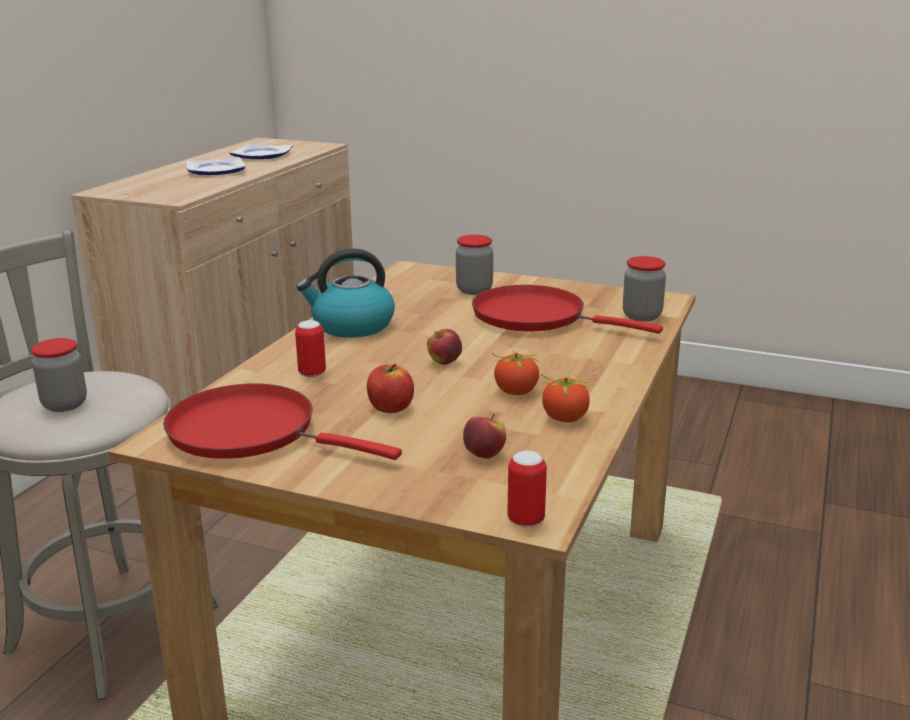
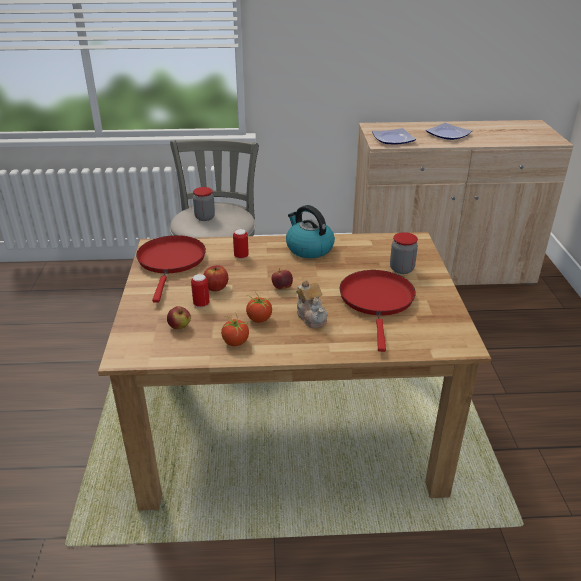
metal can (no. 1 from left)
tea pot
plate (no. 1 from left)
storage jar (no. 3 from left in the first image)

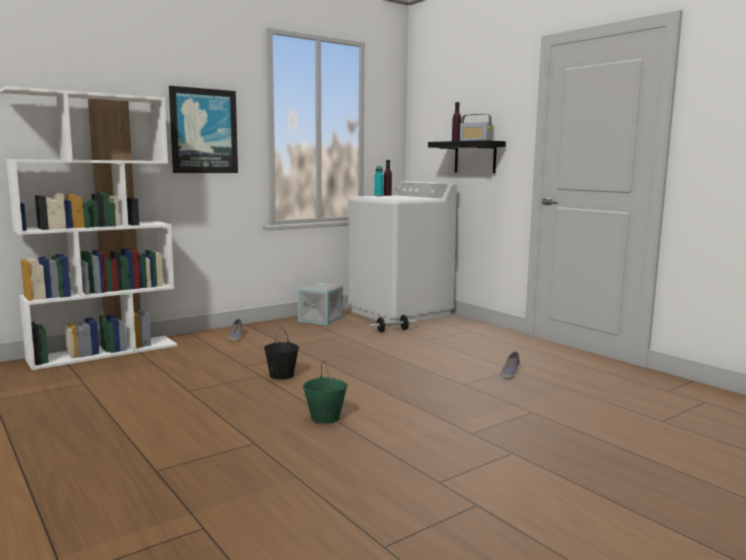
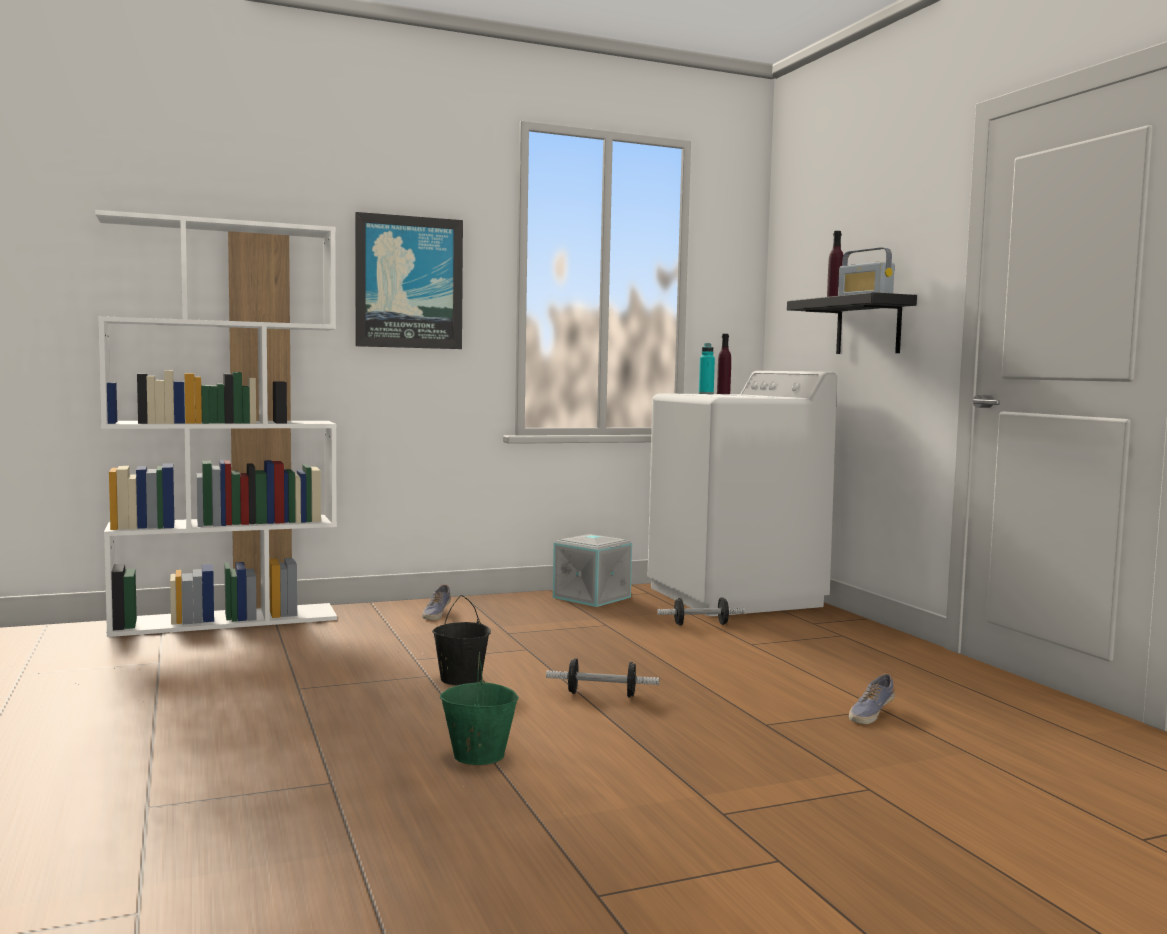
free weight (no. 1 from left)

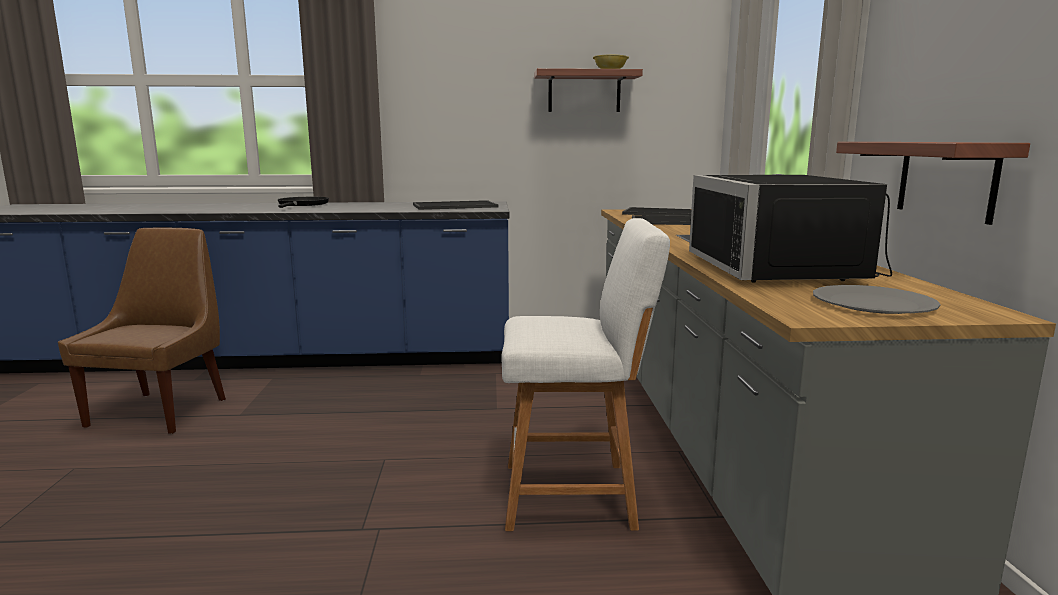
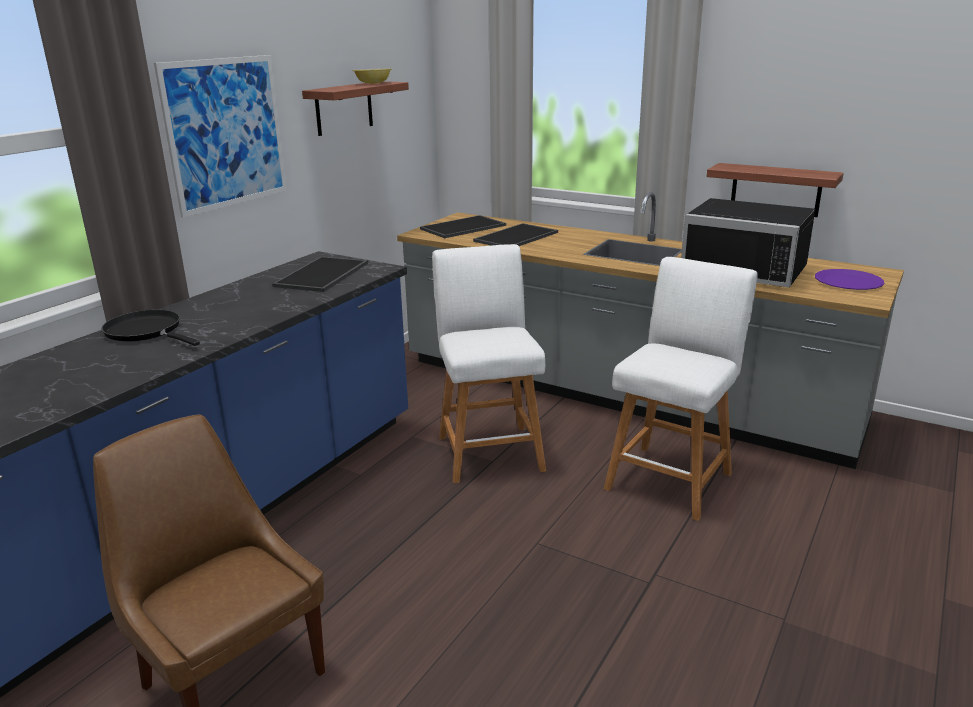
wall art
white-coloured sitting stool (no. 1 from left)
purplish plate

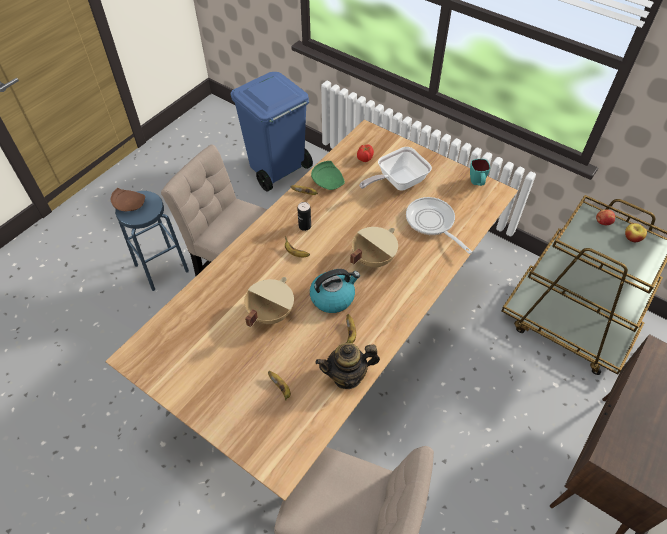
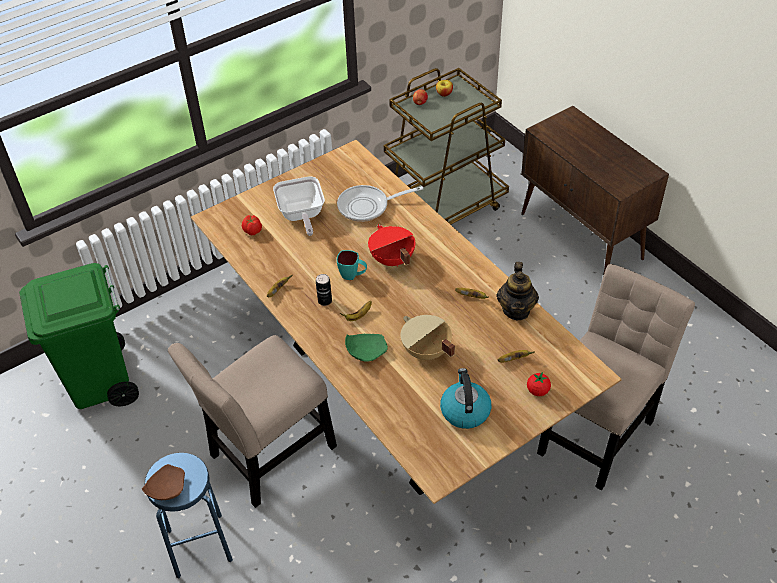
green-coloured waste bin
turquoise mug
green-coloured plate
red saucepot
kettle
whole tomato (no. 2 from left)

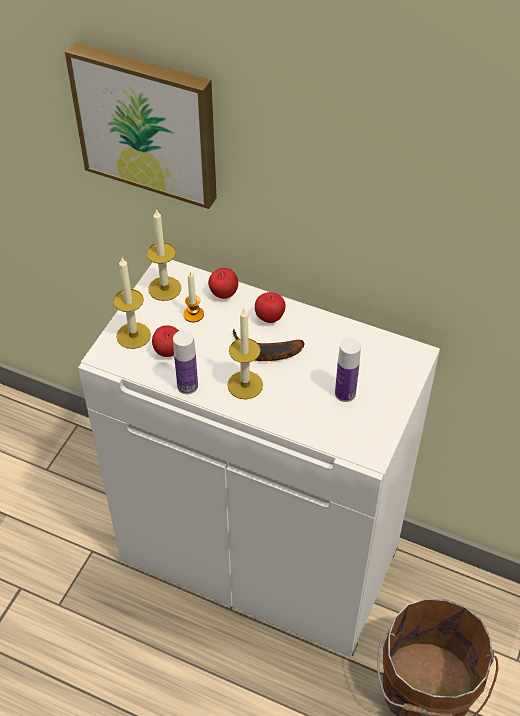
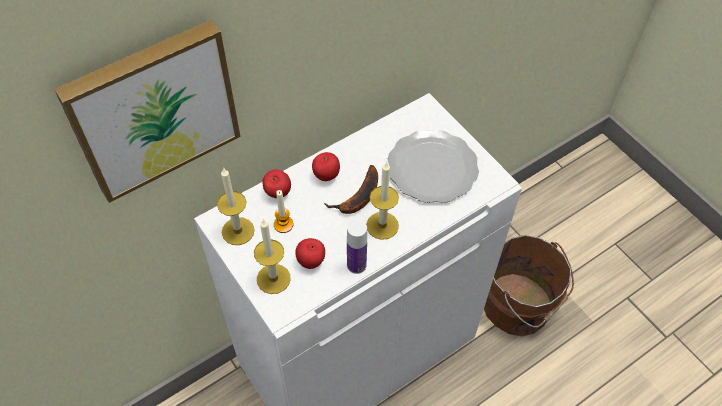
plate

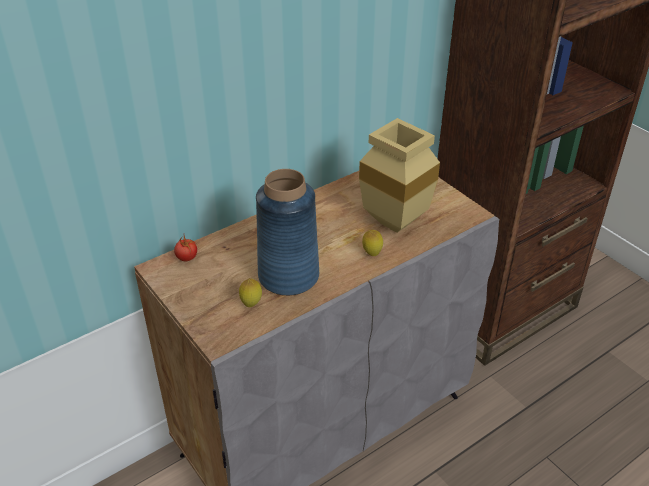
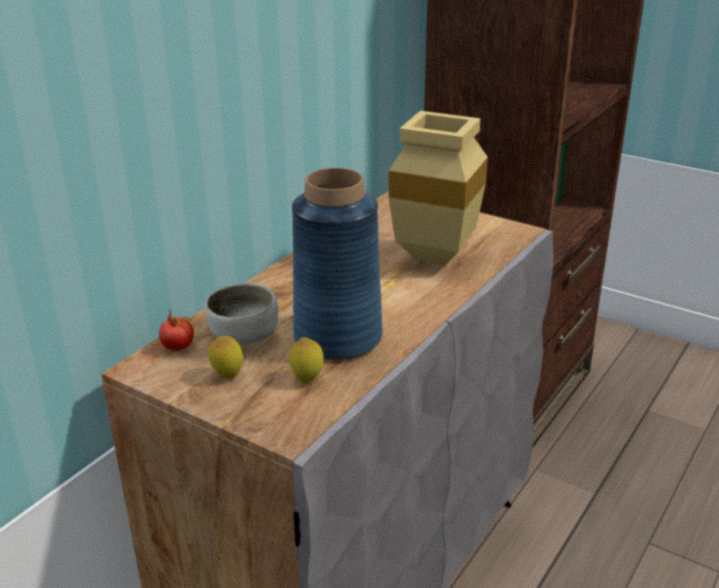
deep dish
whole lemon (no. 1 from left)

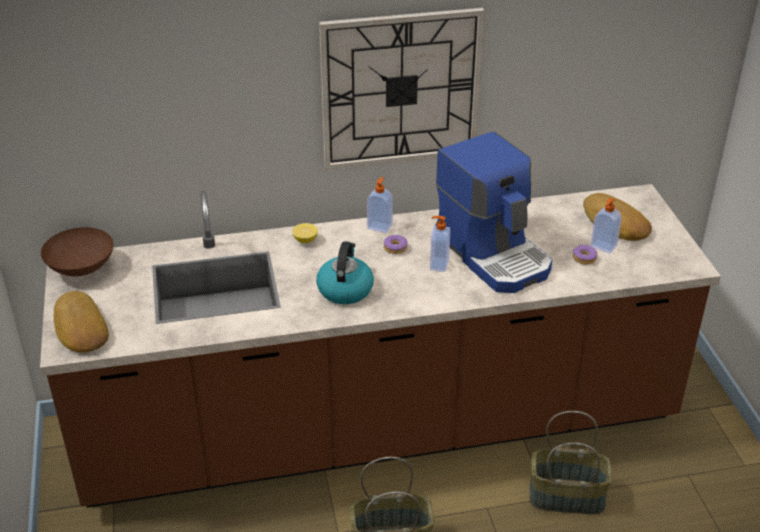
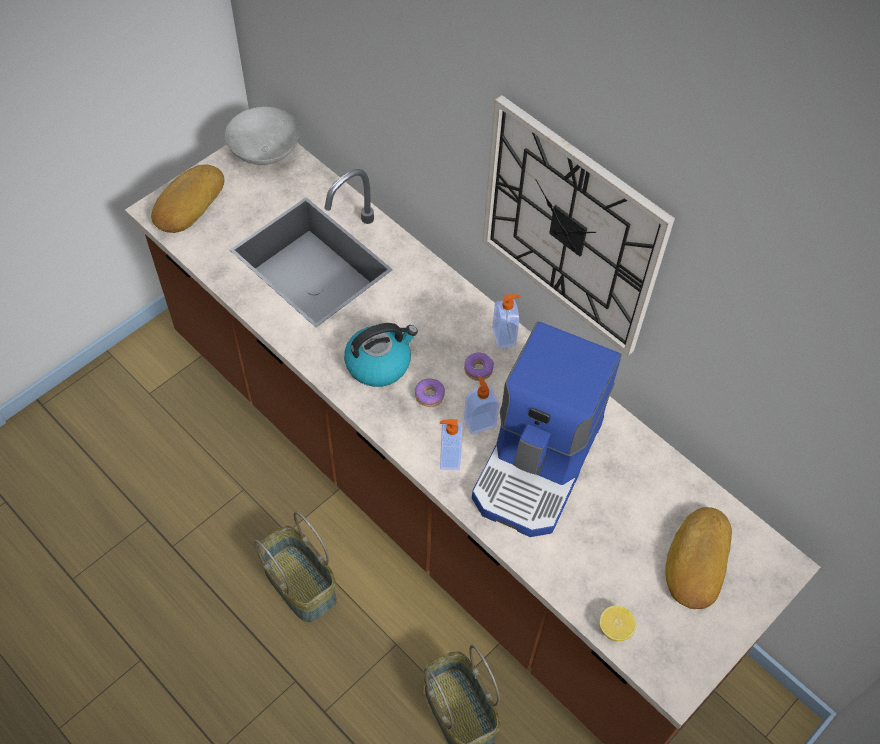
greyish deep dish
doughnut (no. 1 from left)
soap dispenser (no. 1 from left)
whole lemon

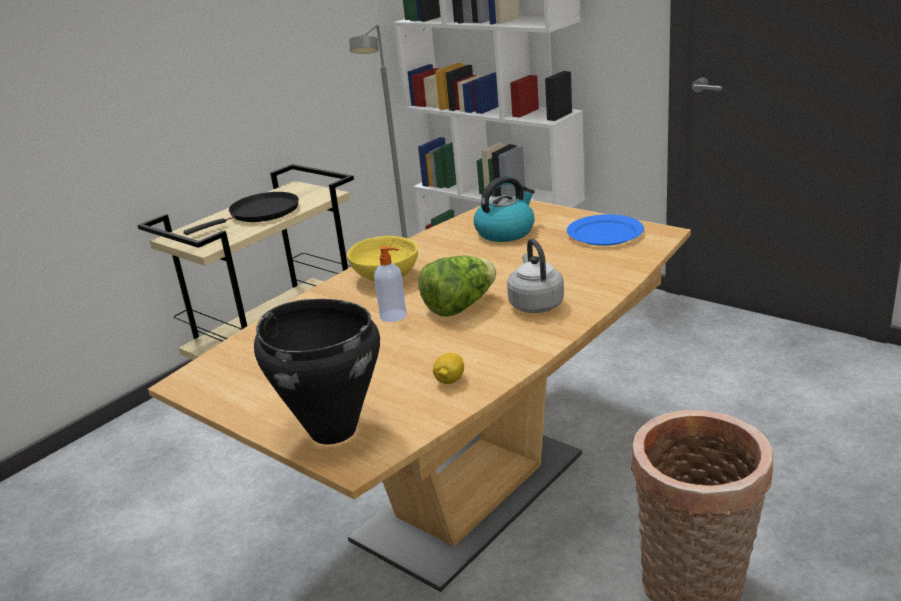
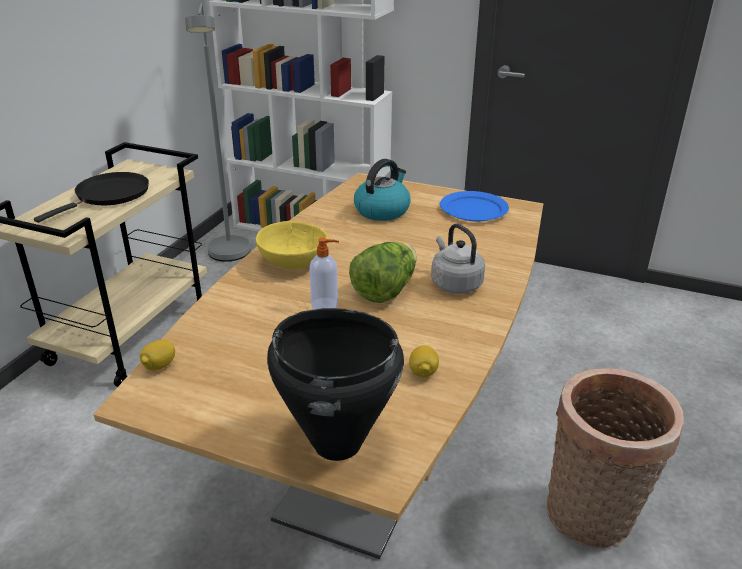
whole lemon (no. 1 from left)

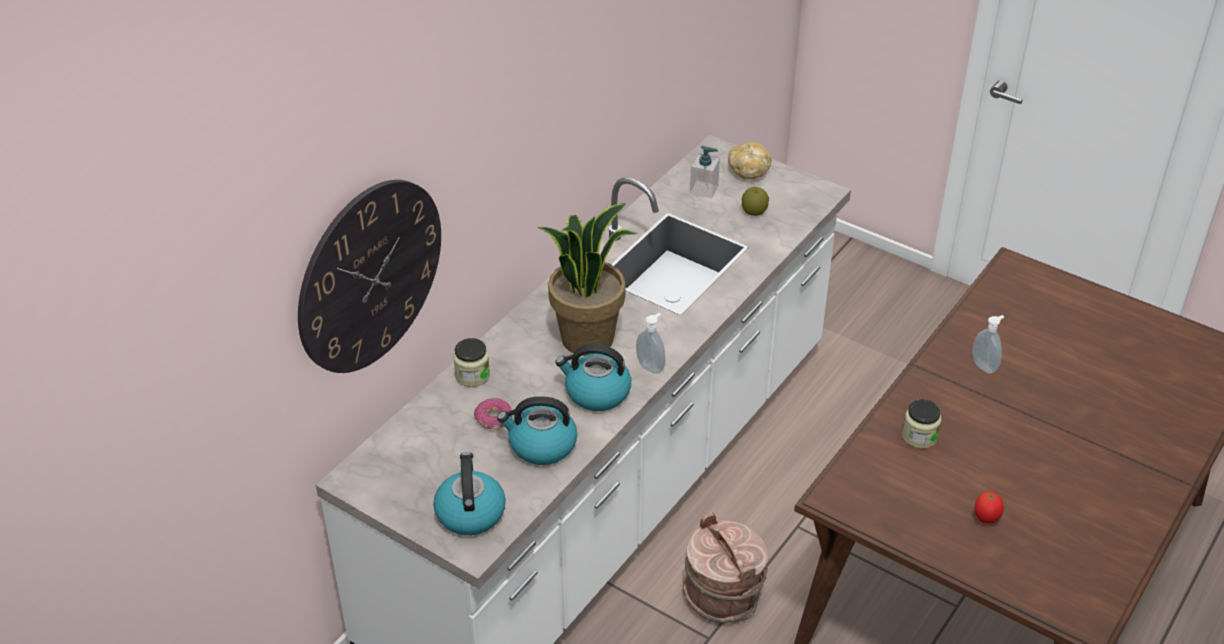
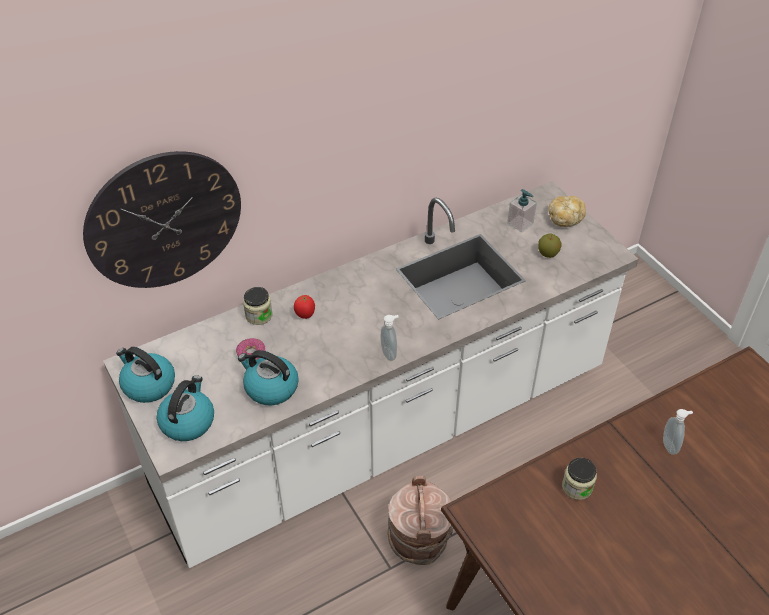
kettle (no. 1 from left)
whole tomato
plant in a pot

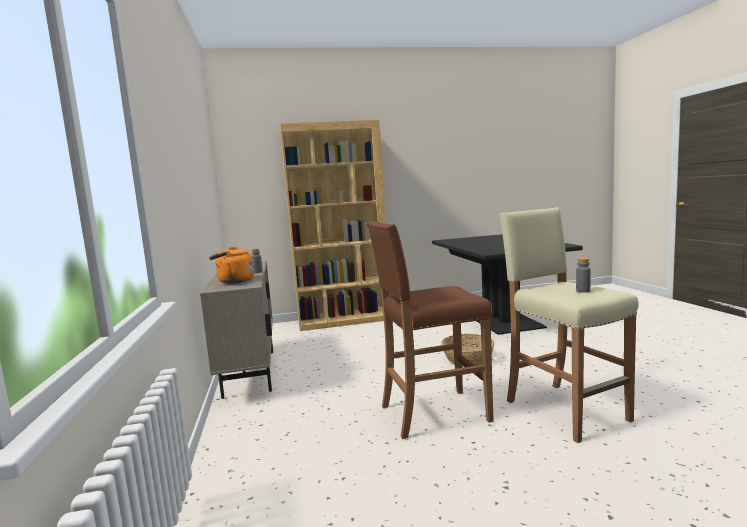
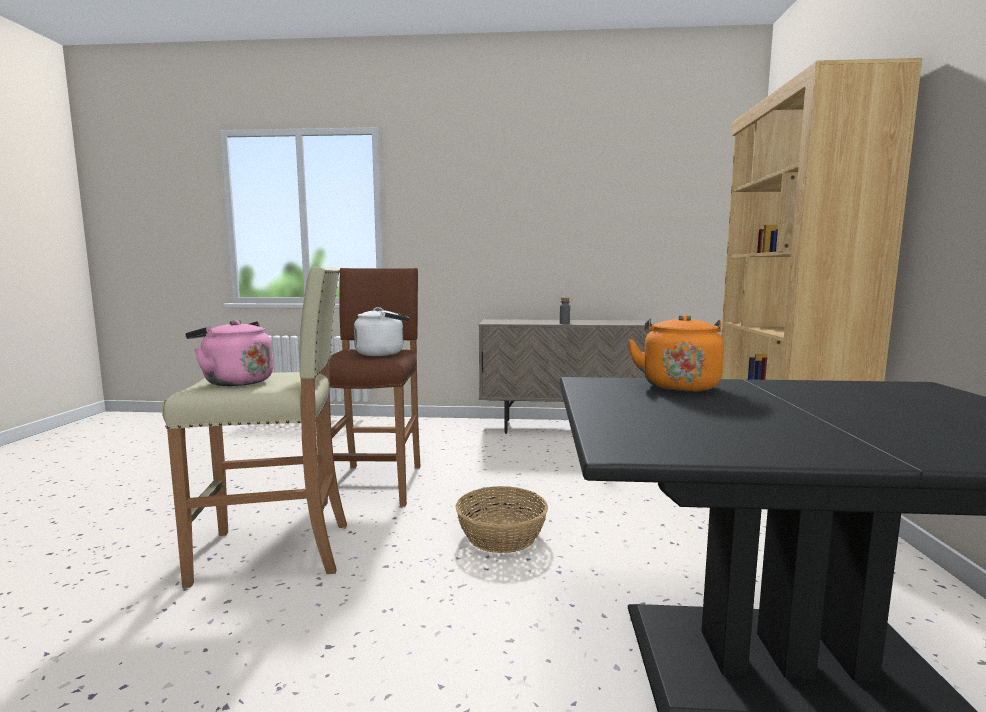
pinkish kettle
white-coloured kettle
orange kettle

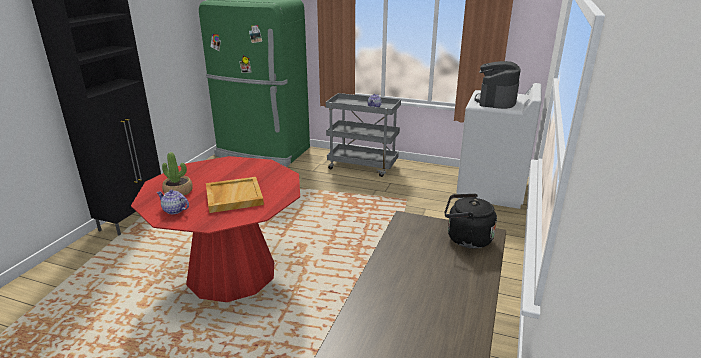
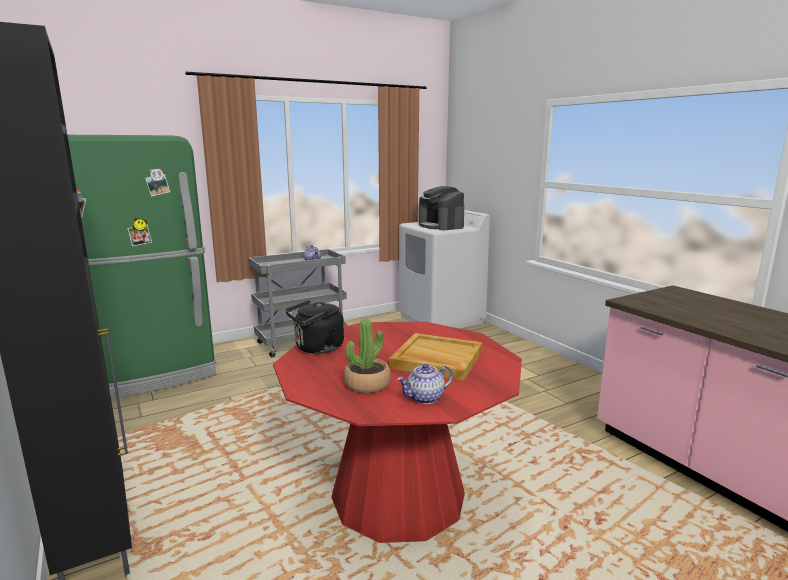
black kettle

